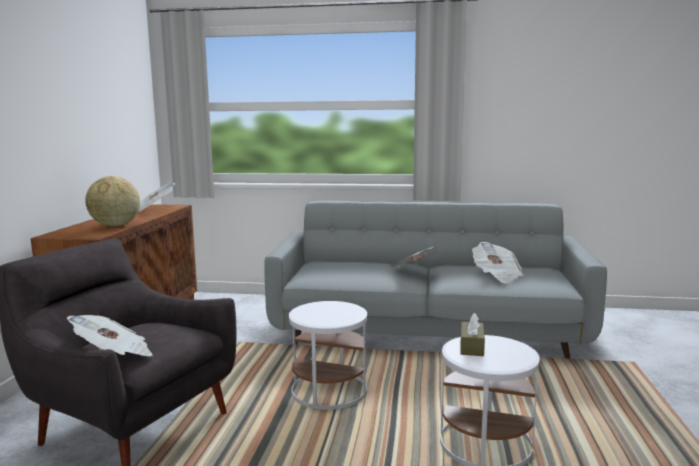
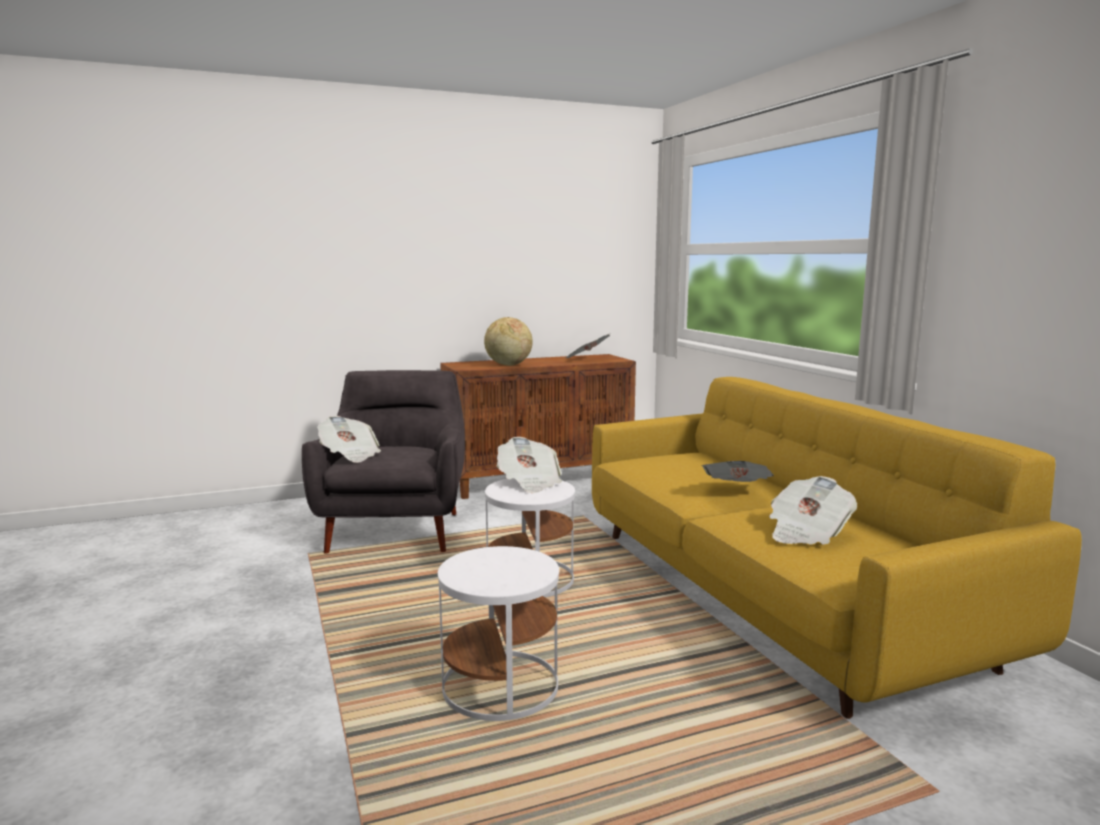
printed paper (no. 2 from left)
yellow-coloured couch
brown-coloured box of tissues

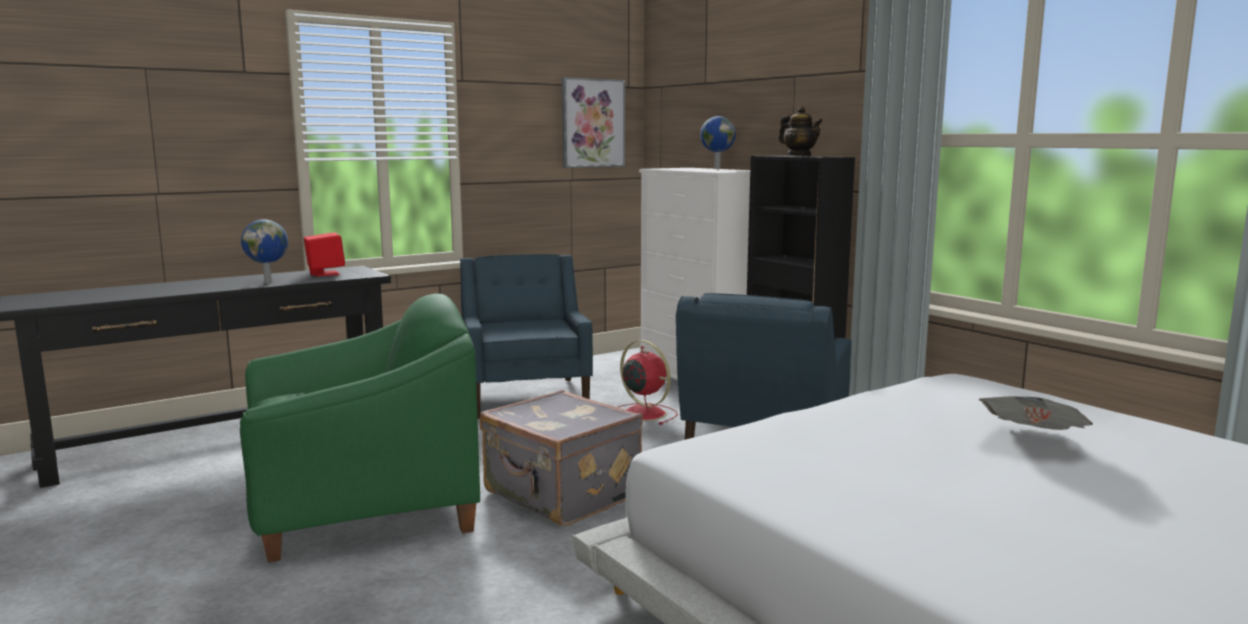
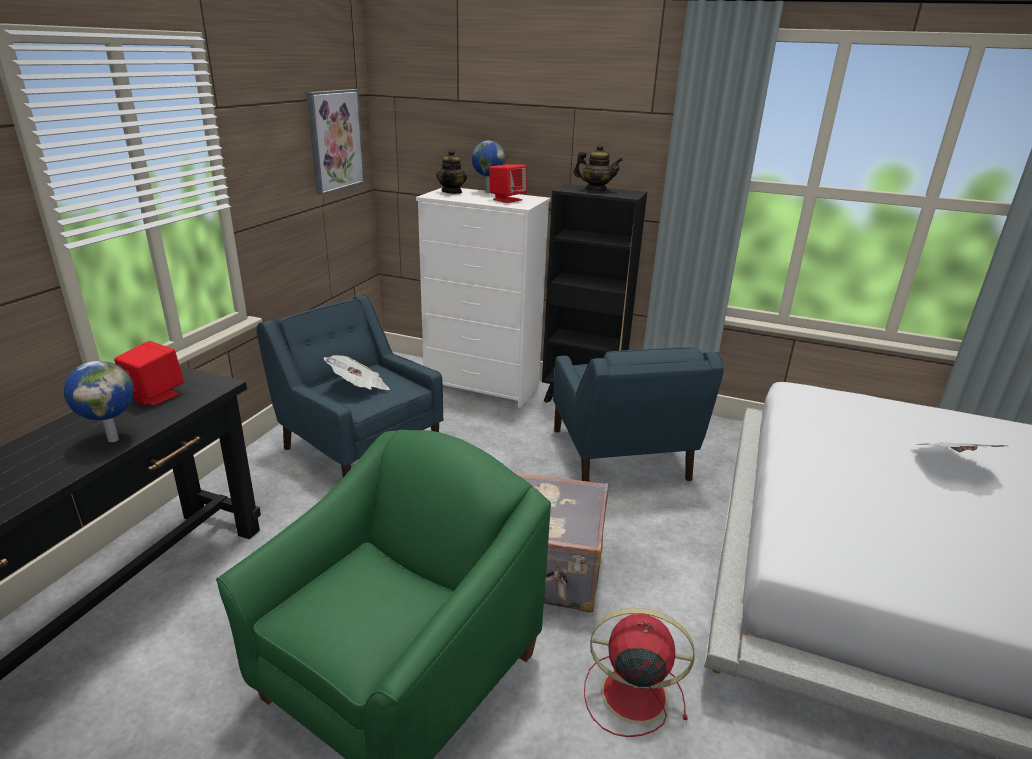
printed paper (no. 1 from left)
tea pot (no. 1 from left)
red loudspeaker (no. 2 from left)
red cooling fan

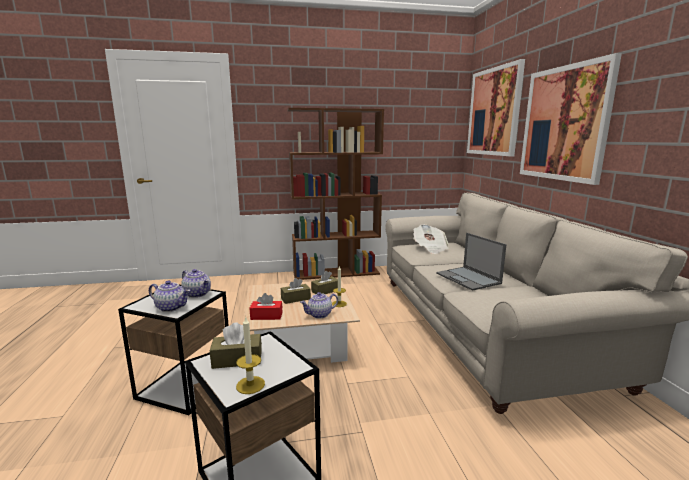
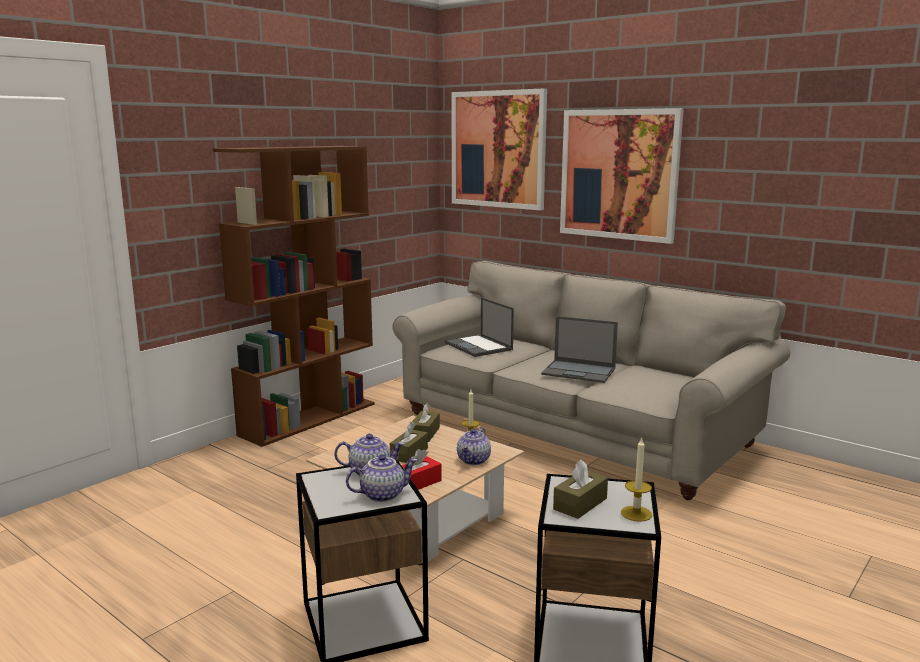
laptop (no. 1 from left)

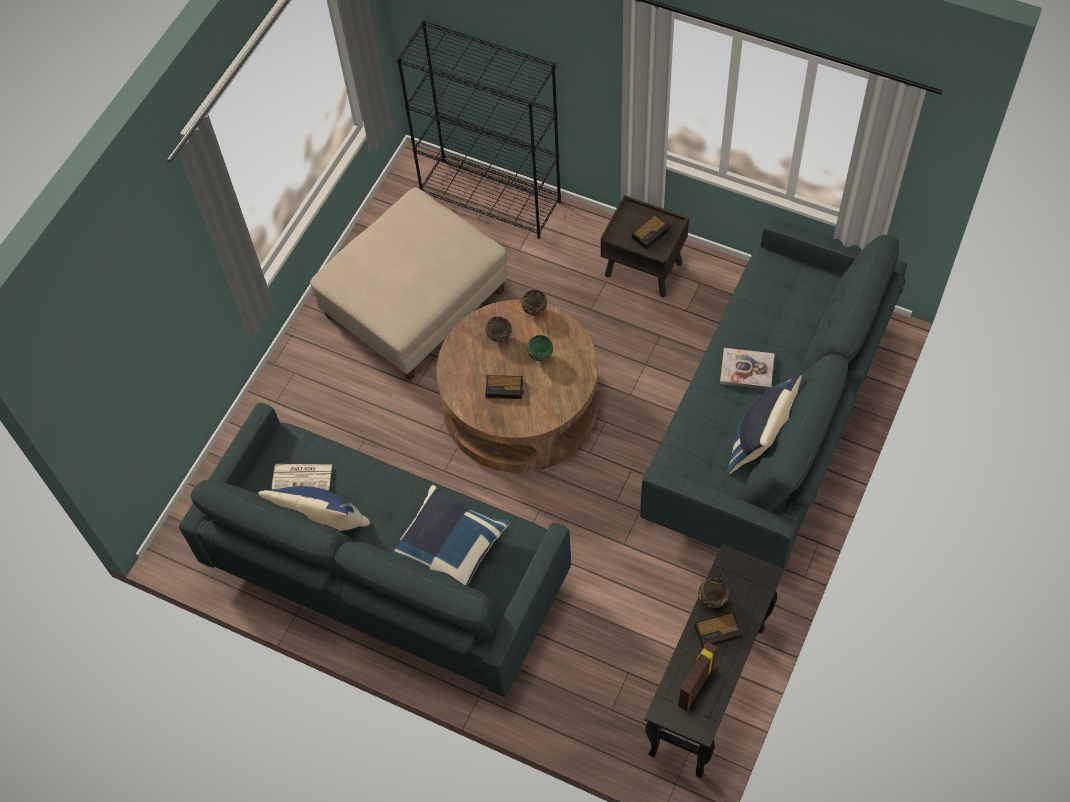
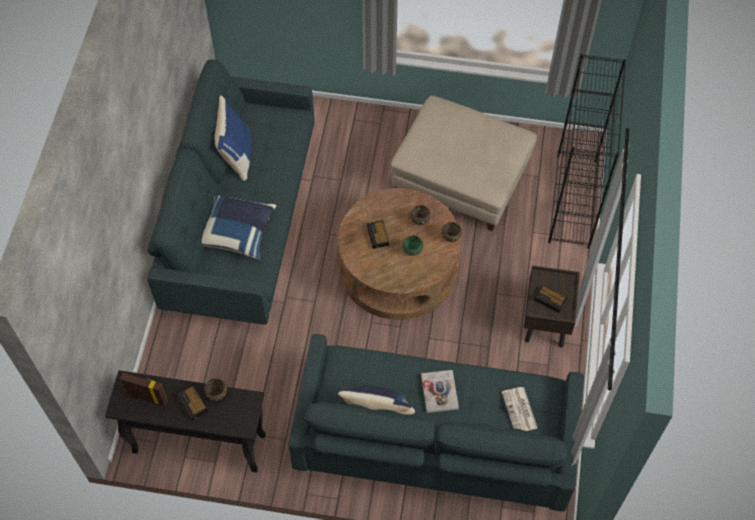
printed paper

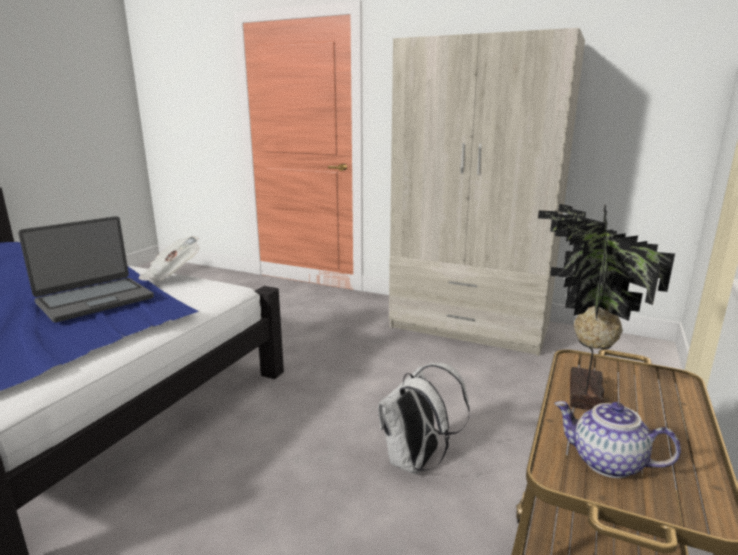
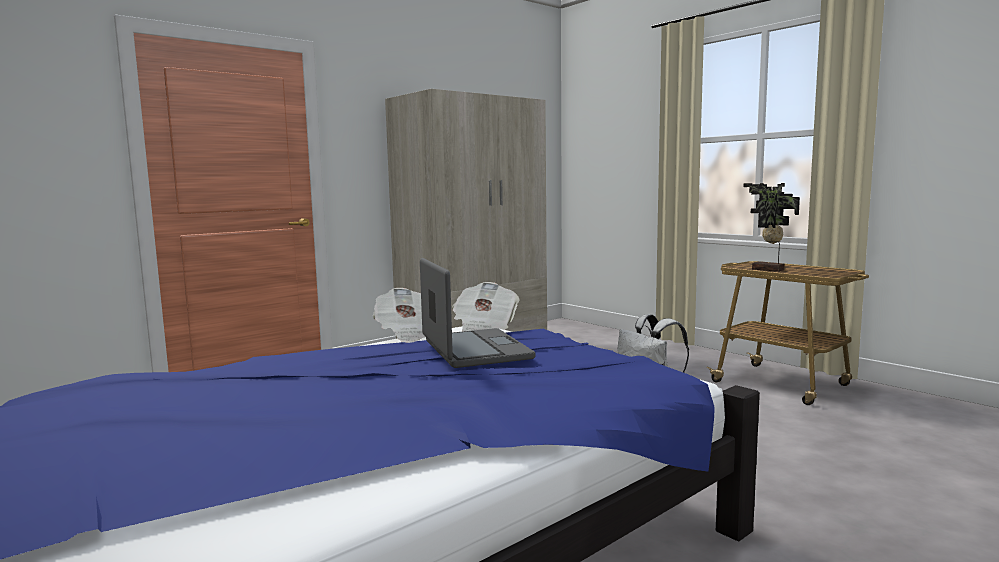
printed paper (no. 2 from left)
tea pot

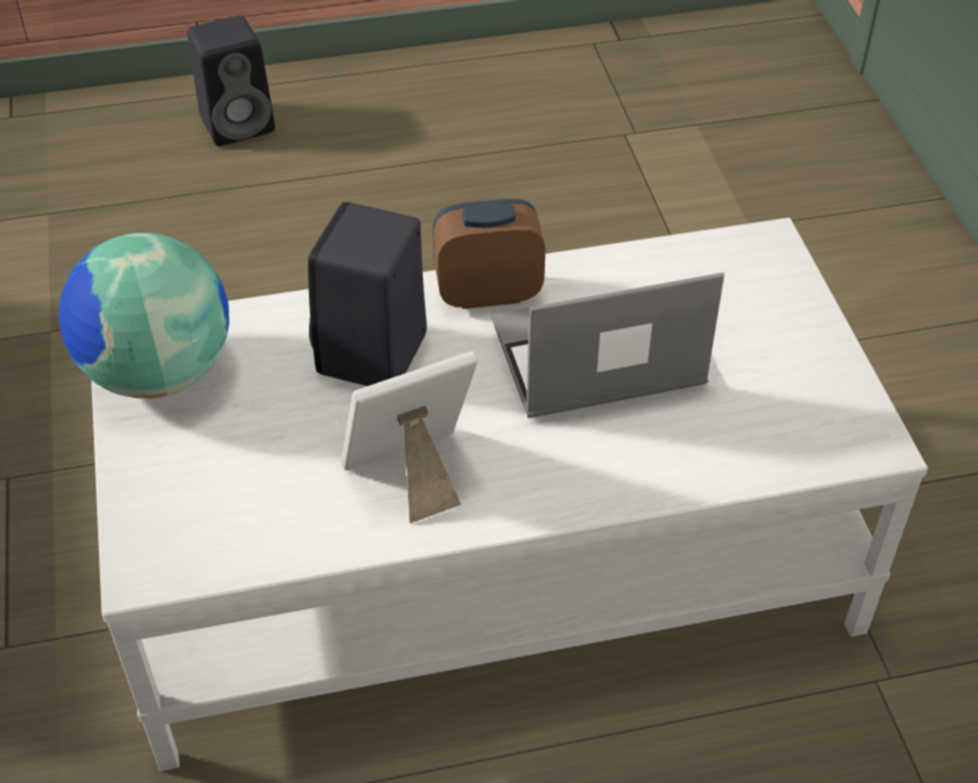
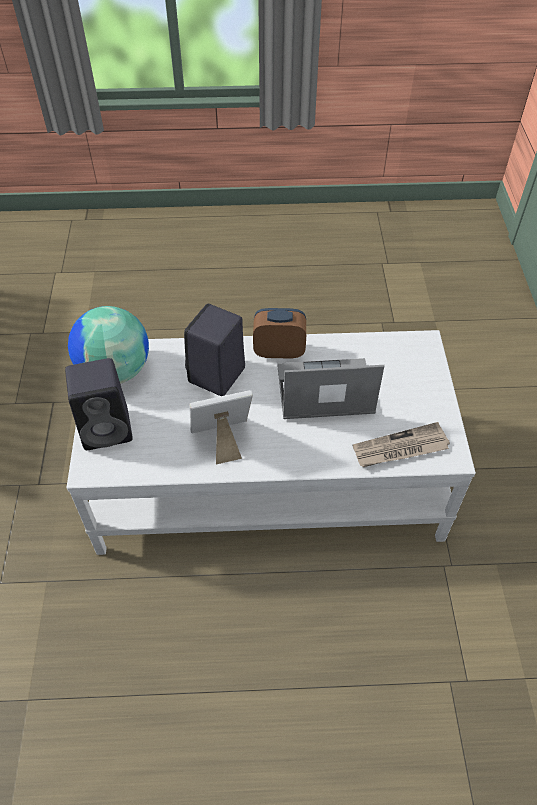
black loudspeaker (no. 1 from left)
printed paper

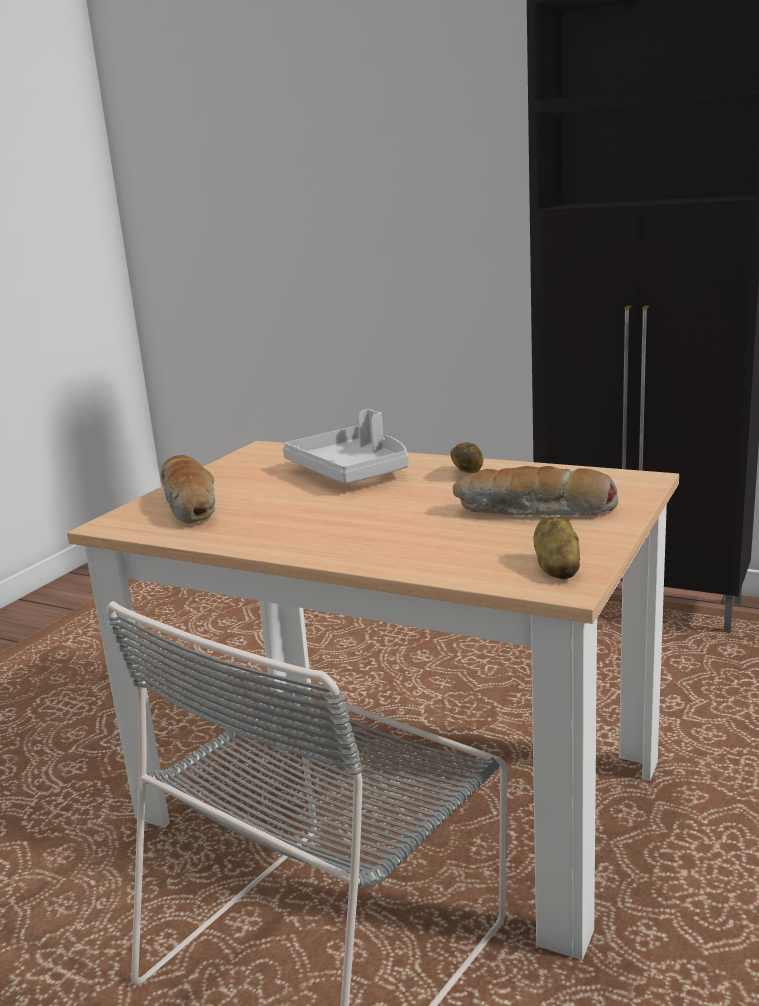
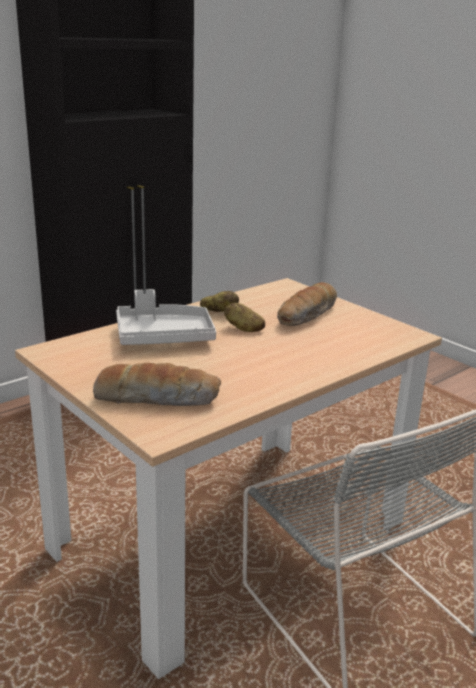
potato (no. 2 from left)

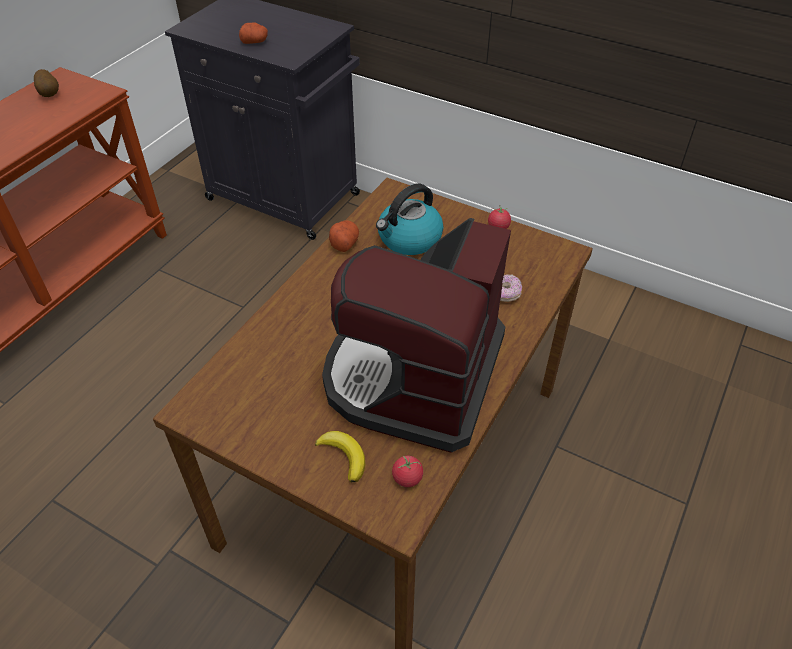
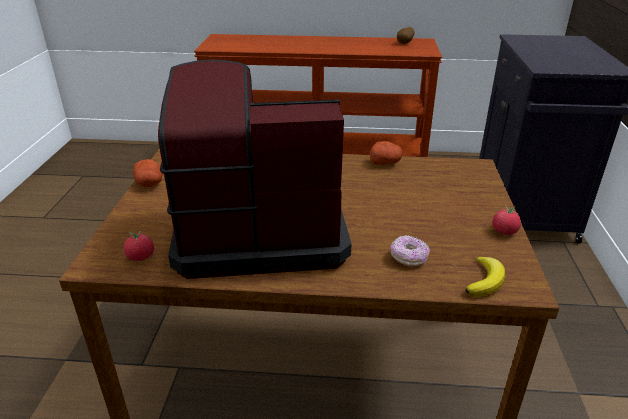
potato (no. 1 from left)
banana fruit
kettle

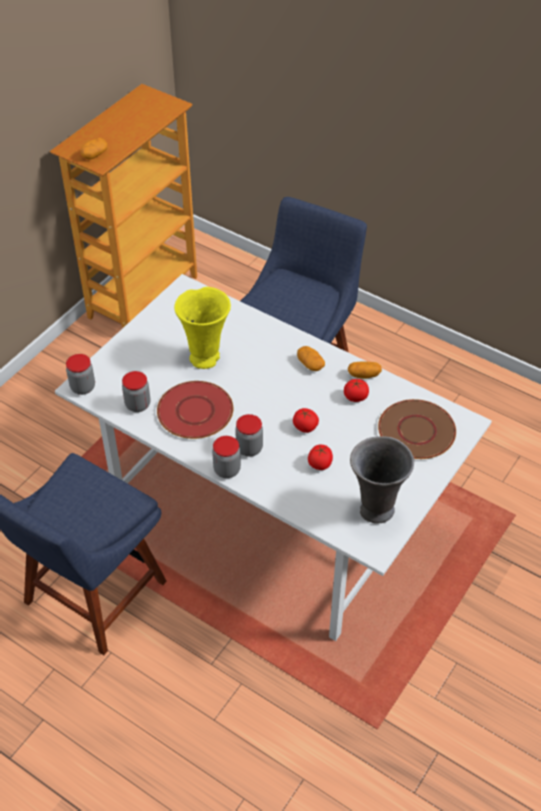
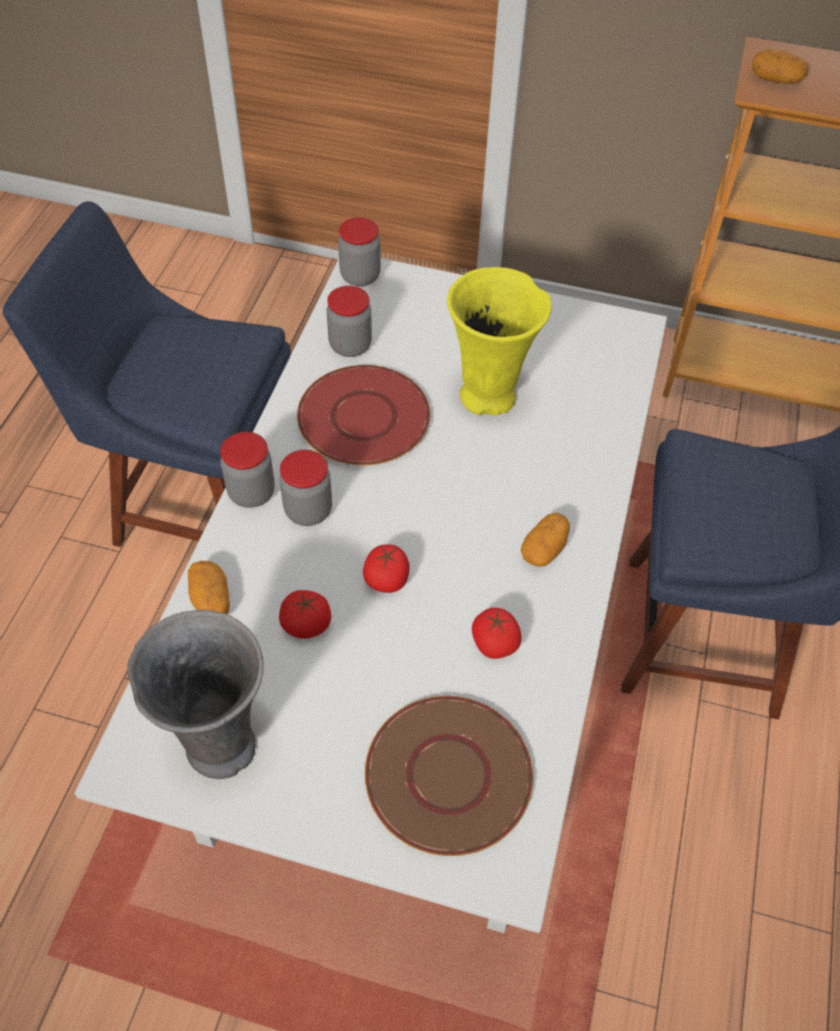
potato (no. 1 from left)

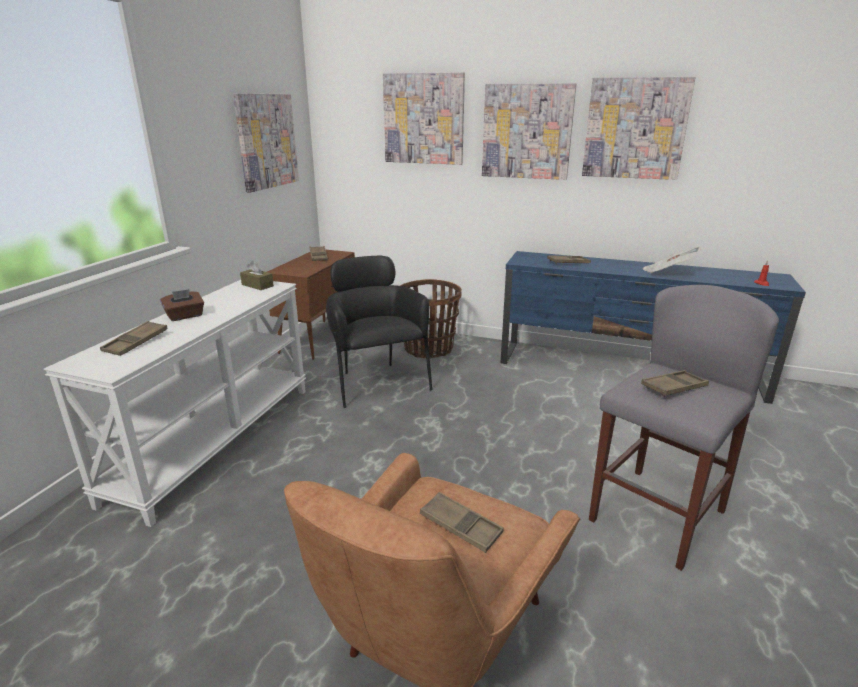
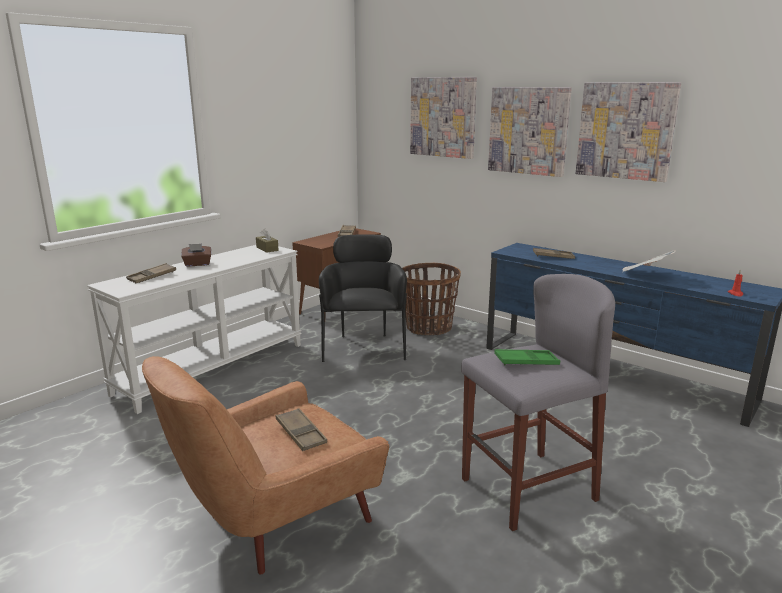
green-coloured serving tray
wall art (no. 1 from left in the first image)

